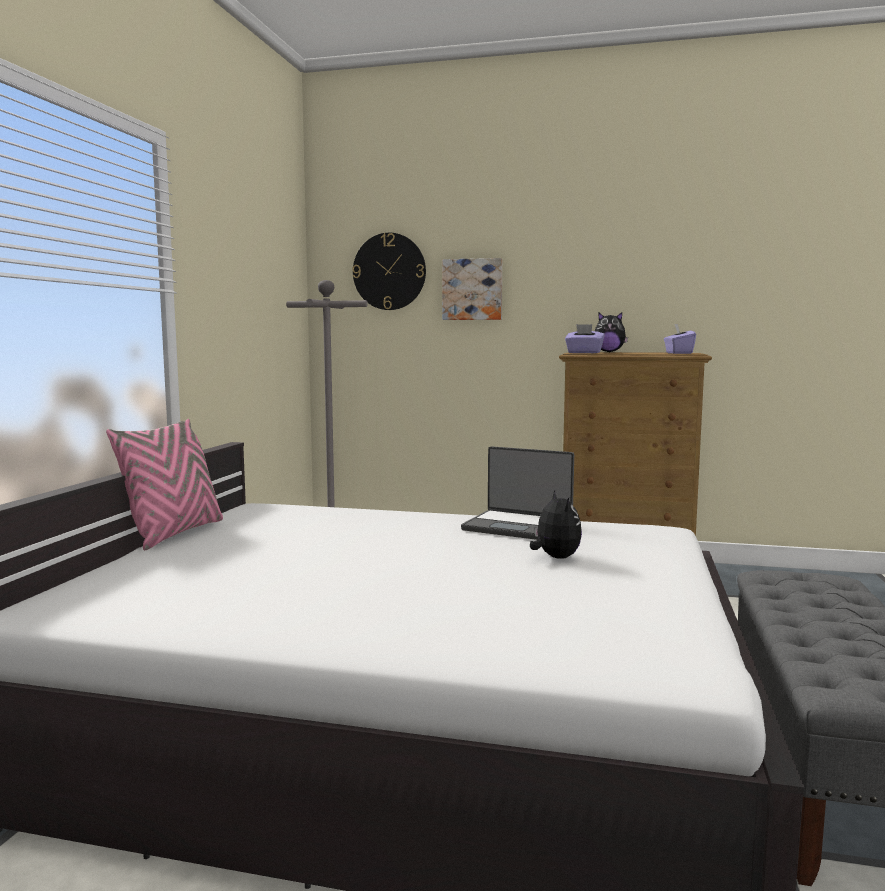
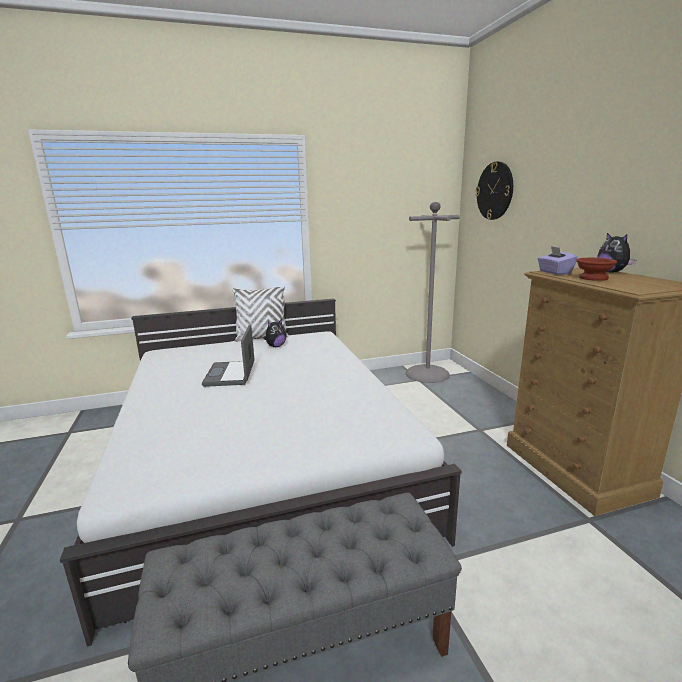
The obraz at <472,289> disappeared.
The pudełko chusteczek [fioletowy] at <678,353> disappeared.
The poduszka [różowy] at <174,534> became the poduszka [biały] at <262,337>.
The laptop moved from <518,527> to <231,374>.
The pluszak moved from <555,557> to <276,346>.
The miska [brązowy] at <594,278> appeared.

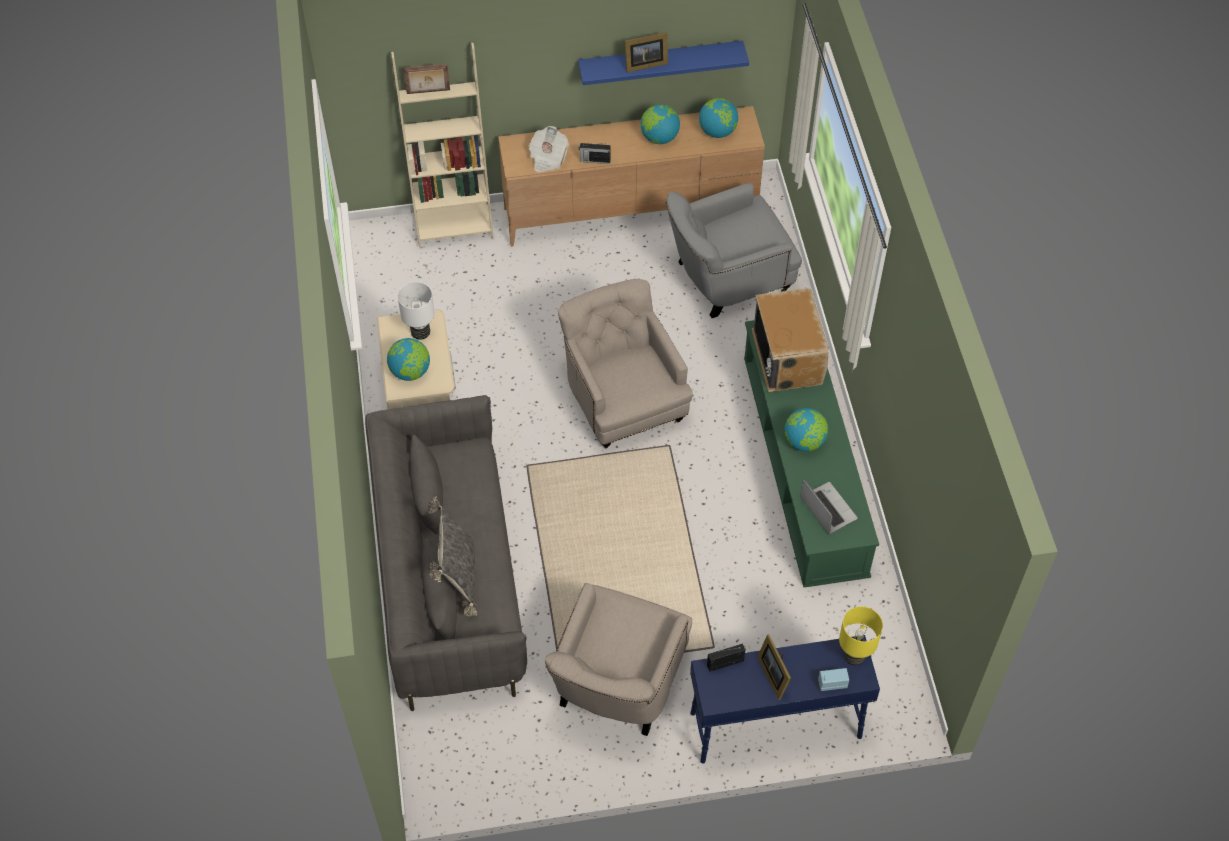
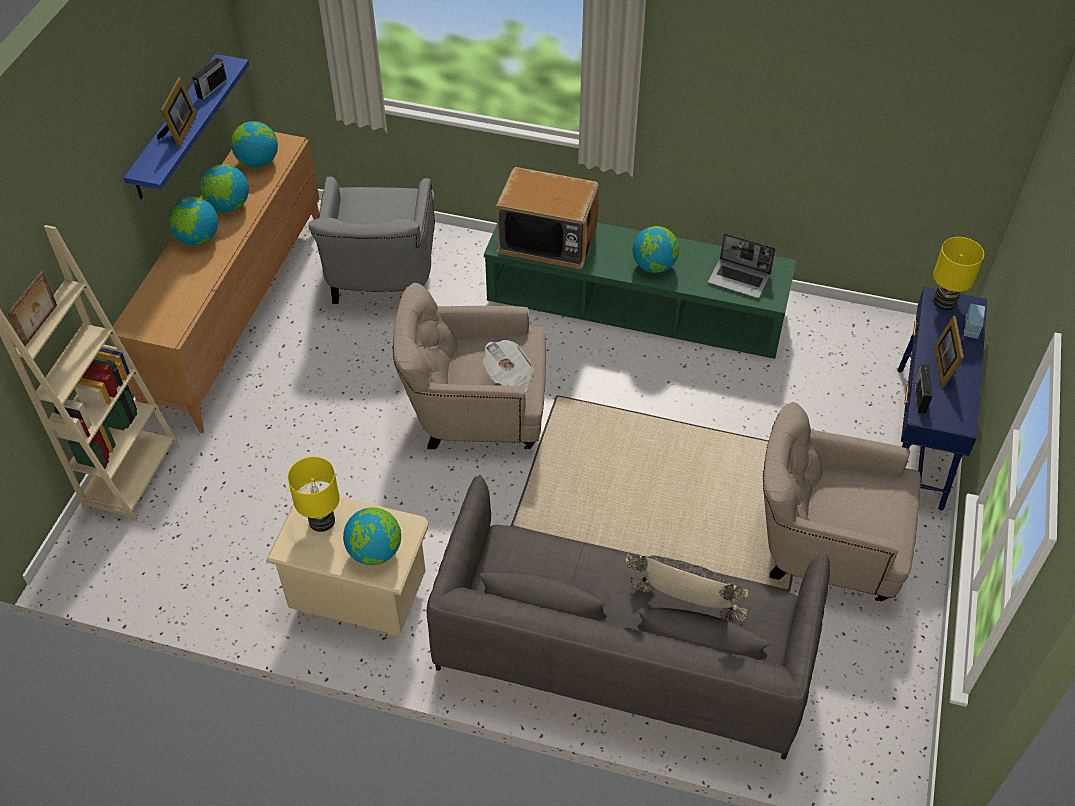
The gazeta moved from <547,158> to <509,376>.
The radio moved from <594,160> to <211,89>.
The lampa stołowa [biały] at <420,332> became the lampa stołowa [żółty] at <322,521>.
The laptop at <827,508> turned 150 degrees counterclockwise.
The fotel [beżowy] at <618,683> turned 150 degrees clockwise.
The ramka na zdjęcie at <774,674> turned 90 degrees clockwise.
The globus at <198,239> appeared.

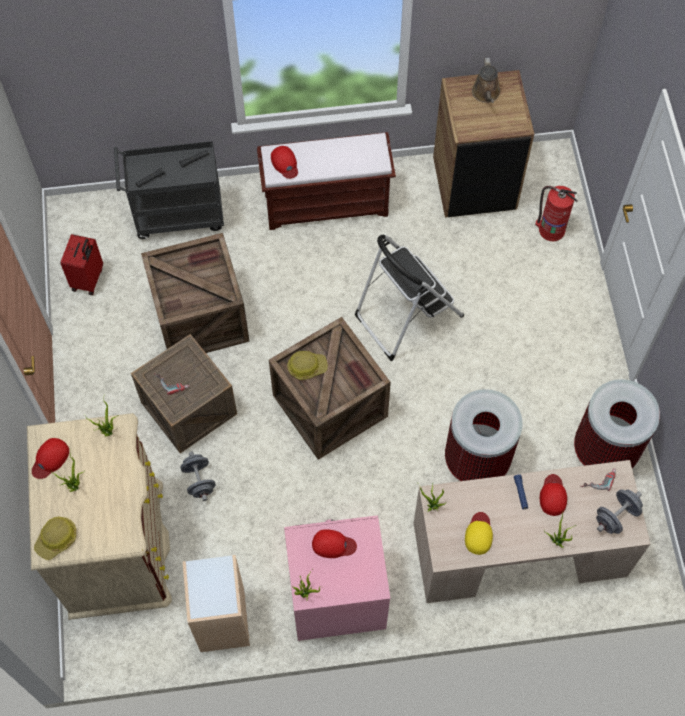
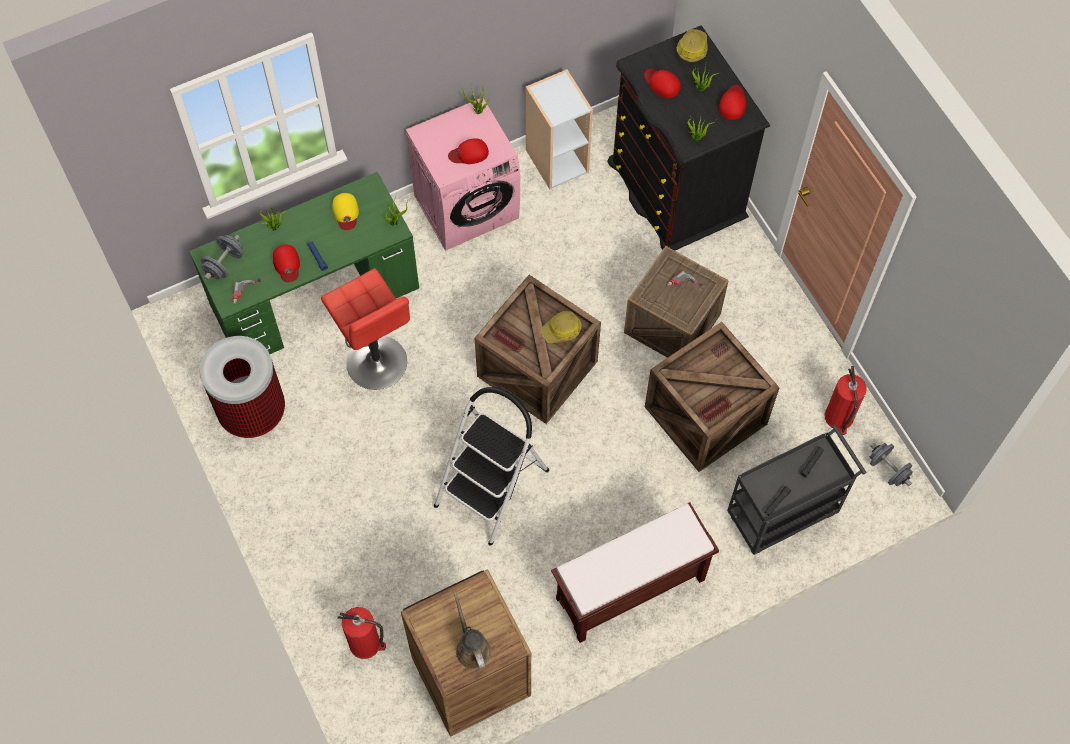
The czapka z daszkiem [czerwony] moved from <285,163> to <662,83>.
The walizka [czerwony] at <88,279> was replaced by the gaśnica at <839,417>.
The kosz na śmieci at <477,459> was replaced by the stołek [czerwony] at <376,363>.
The komoda [beżowy] at <116,546> became the komoda [czarny] at <676,188>.
The hantel [szary] moved from <199,481> to <888,470>.
The biurko [beżowy] at <518,548> became the biurko [zielony] at <315,296>.

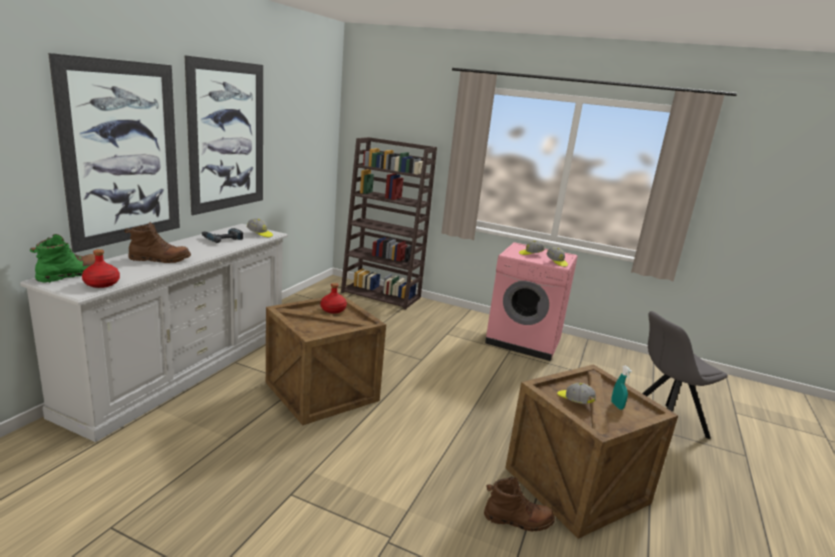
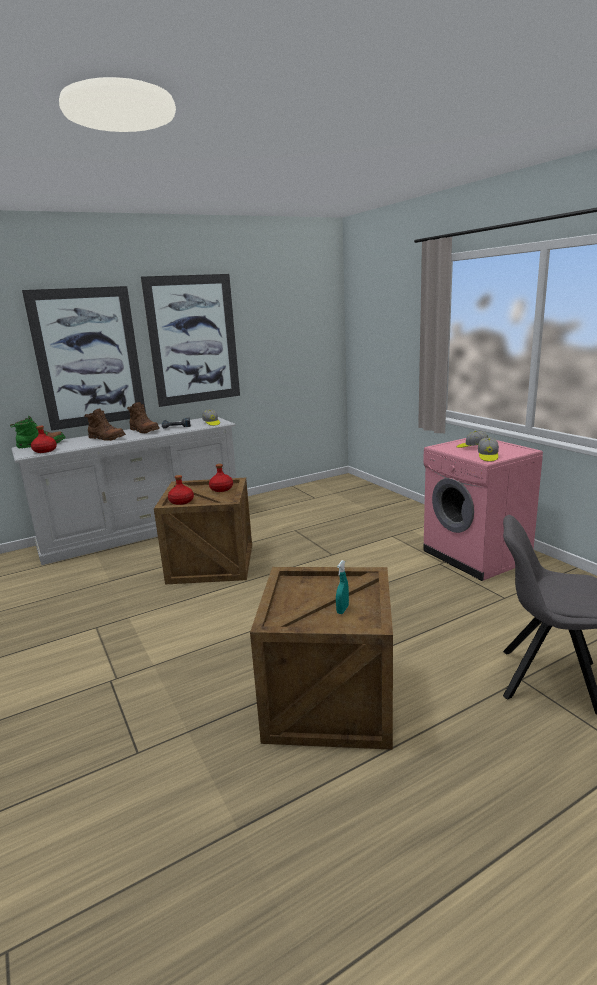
The regał [brązowy] at <382,295> disappeared.
The czapka z daszkiem at <574,401> disappeared.
The but z cholewką [brązowy] moved from <518,520> to <144,431>.
The butelka [czerwony] at <181,502> appeared.

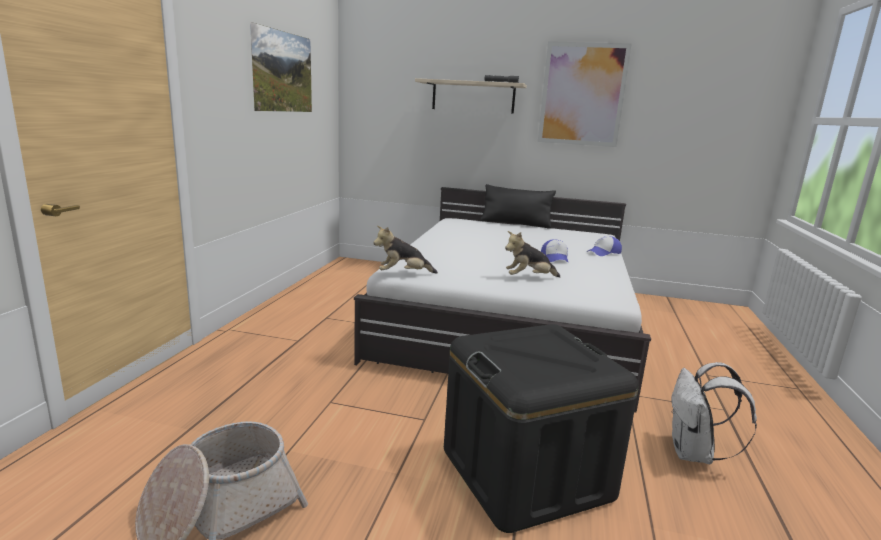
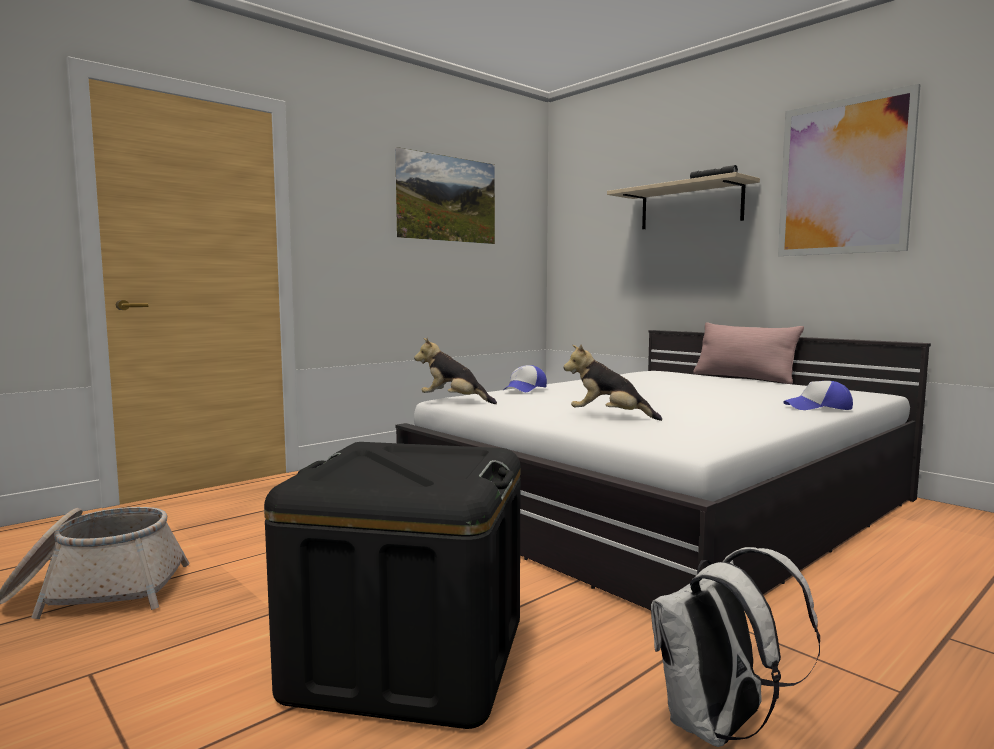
The poduszka [czarny] at <515,224> became the poduszka [różowy] at <743,378>.
The czapka z daszkiem moved from <555,258> to <525,389>.

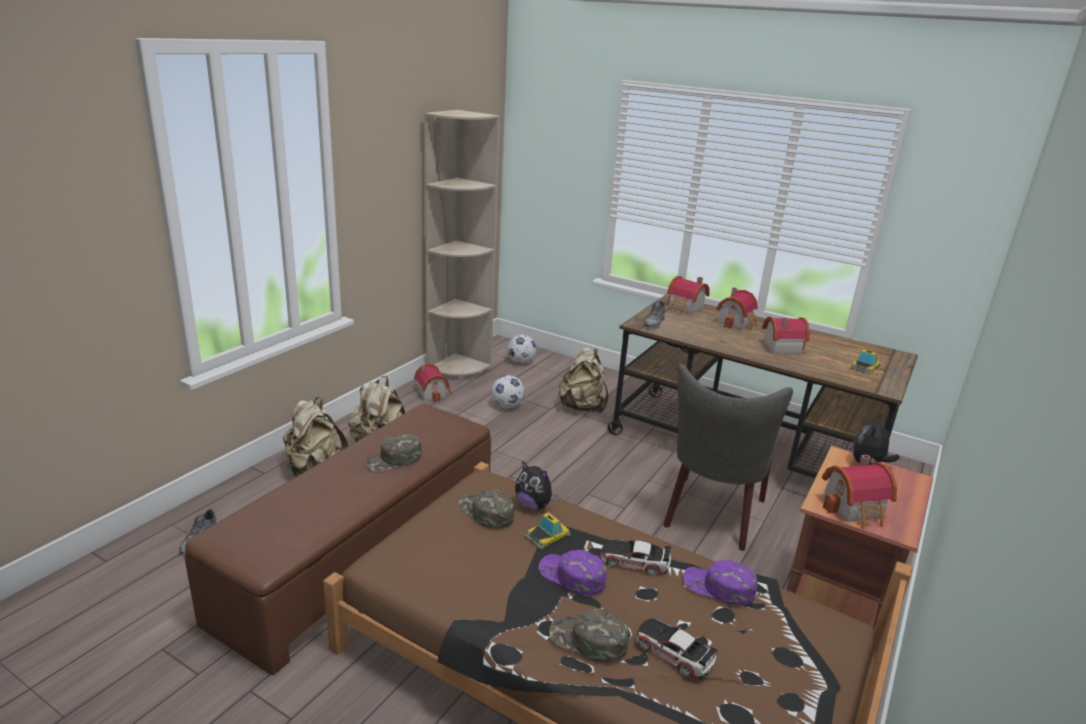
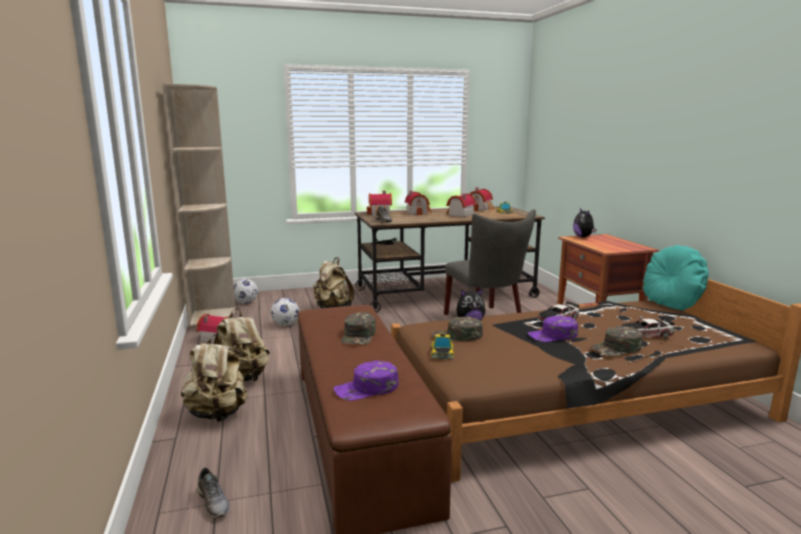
The domek moved from <856,509> to <481,209>.
The samochodzik moved from <547,536> to <442,352>.
The czapka z daszkiem [fioletowy] moved from <718,587> to <366,388>.
The poduszka [turkusowy] at <671,305> appeared.

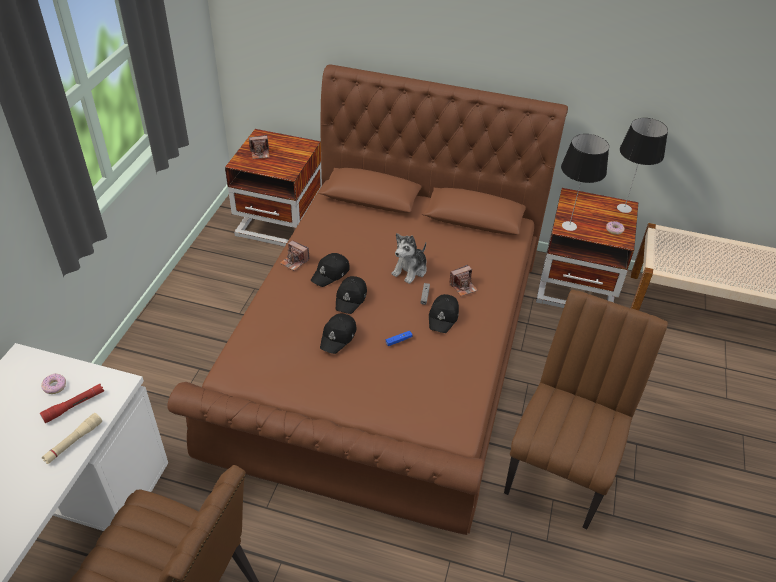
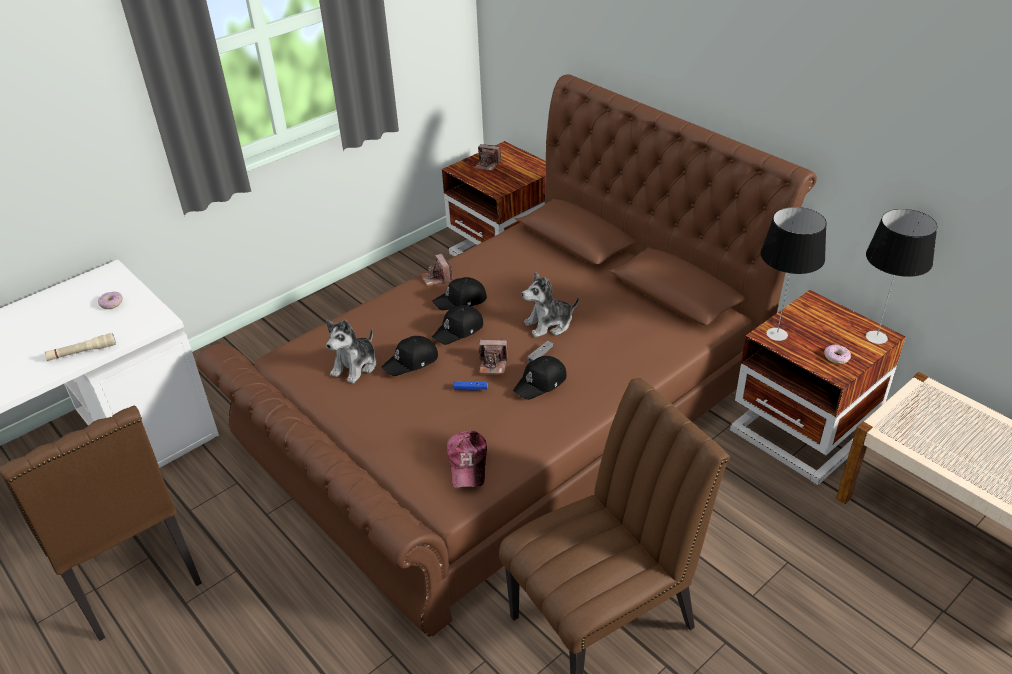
The aparat fotograficzny moved from <463,286> to <493,364>.
The latarka [czerwony] at <74,406> disappeared.
The pluszak at <355,366> appeared.
The czapka z daszkiem at <468,463> appeared.

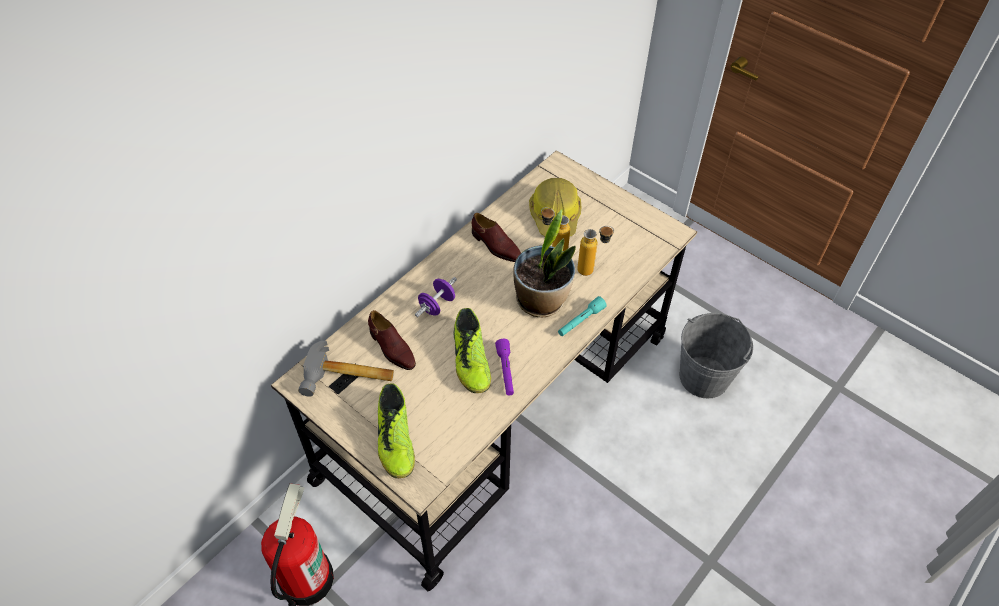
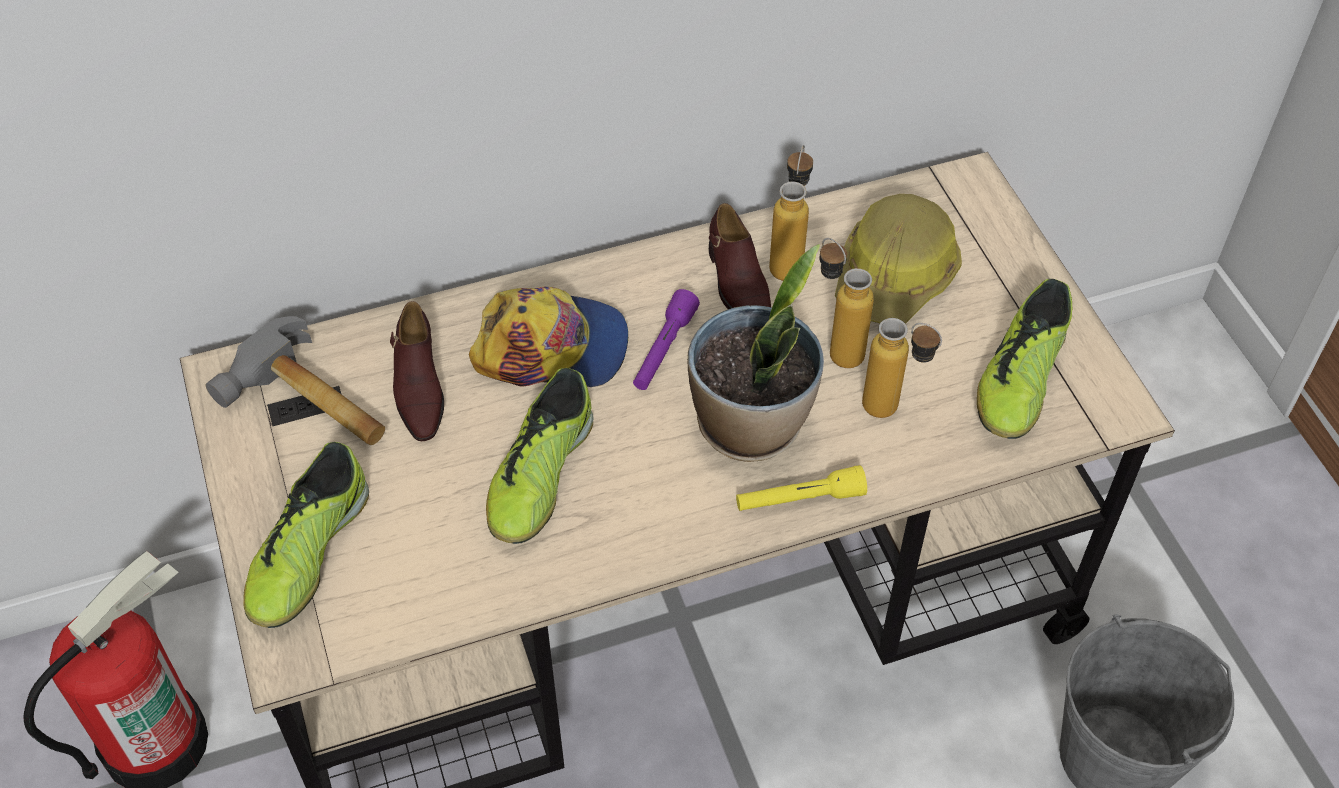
The hantel [fioletowy] at <437,305> was replaced by the czapka z daszkiem at <552,347>.
The latarka [turkusowy] at <580,321> became the latarka [żółty] at <799,499>.
The latarka [fioletowy] moved from <505,371> to <664,350>.
The butelka at <788,260> appeared.
The but at <1019,379> appeared.

